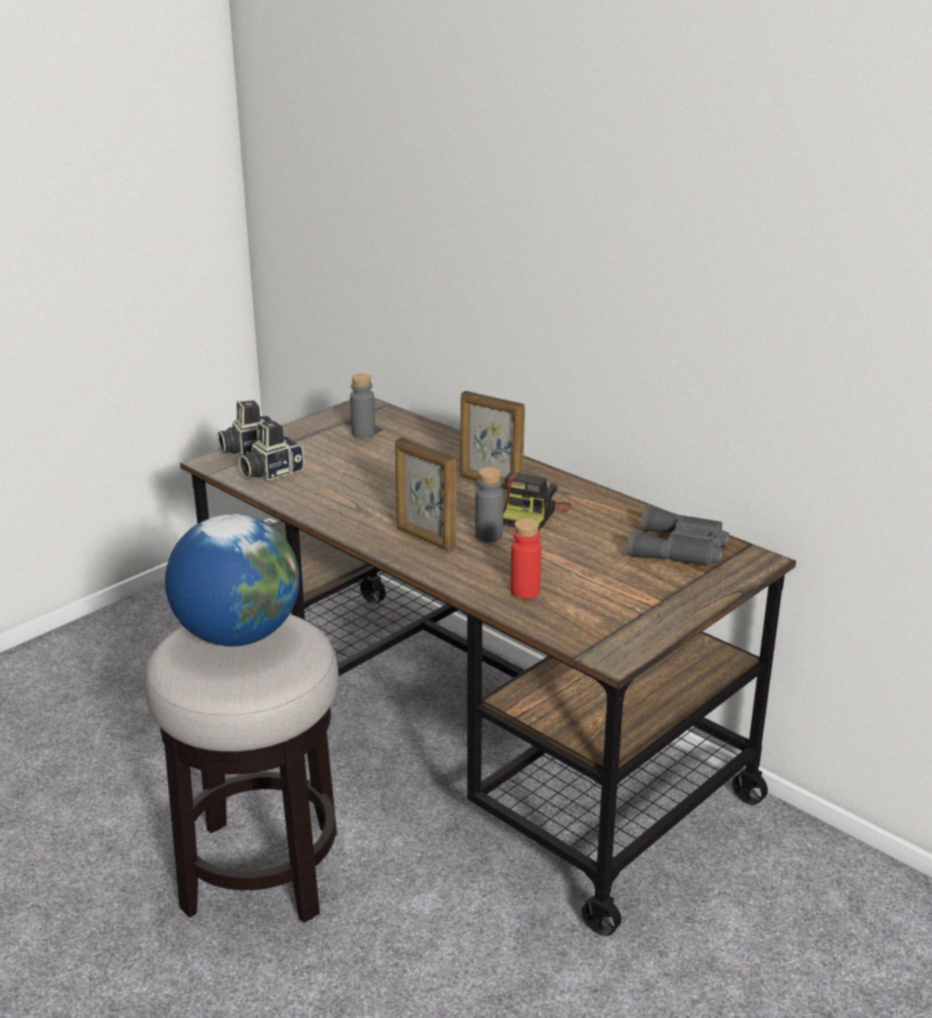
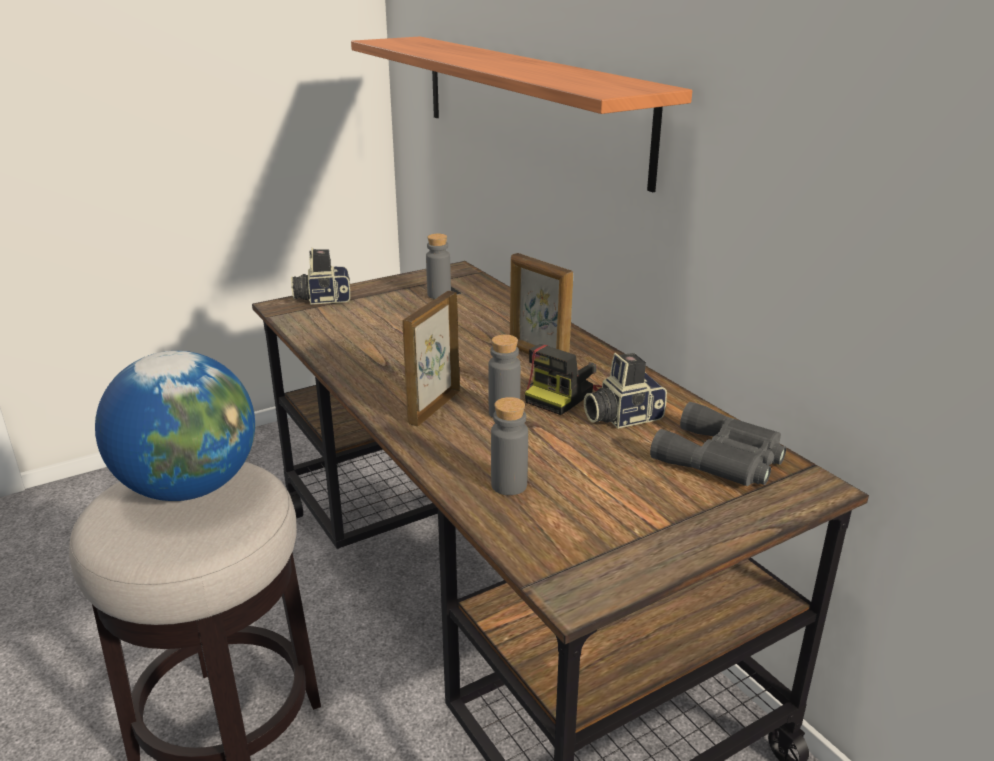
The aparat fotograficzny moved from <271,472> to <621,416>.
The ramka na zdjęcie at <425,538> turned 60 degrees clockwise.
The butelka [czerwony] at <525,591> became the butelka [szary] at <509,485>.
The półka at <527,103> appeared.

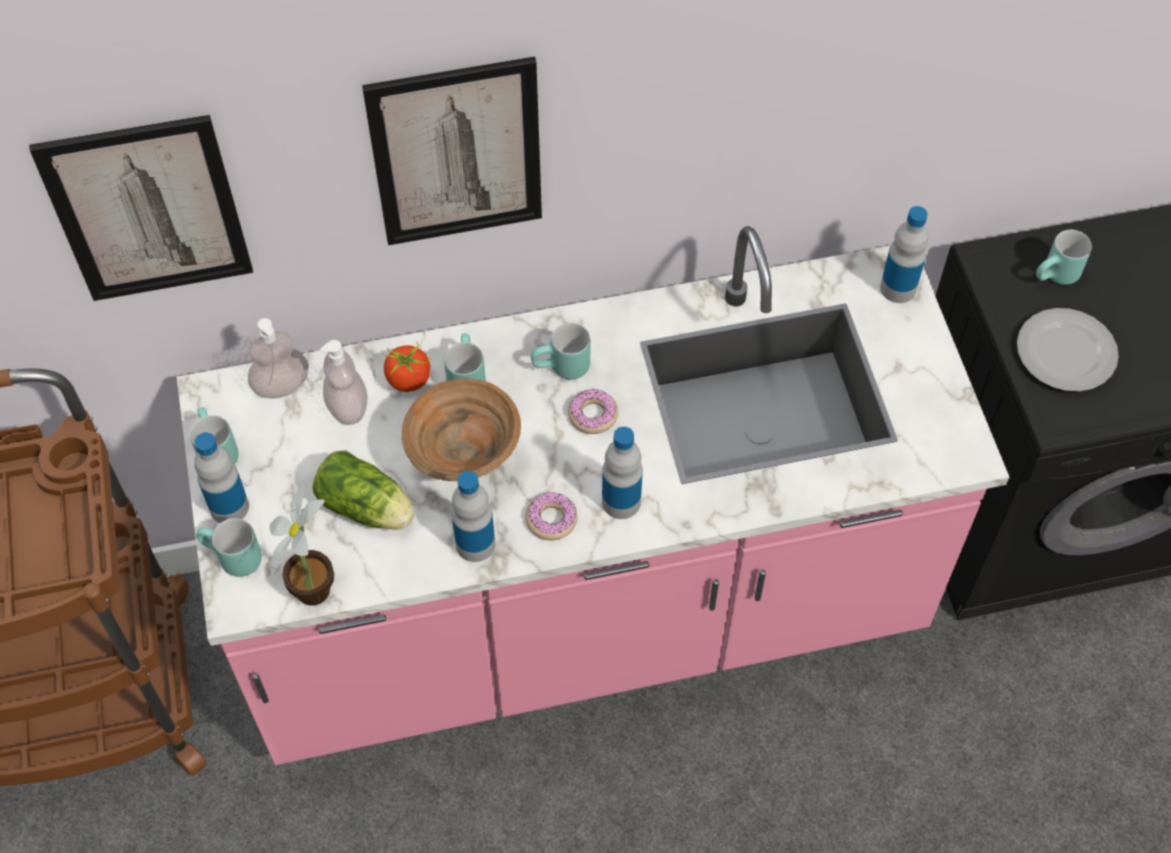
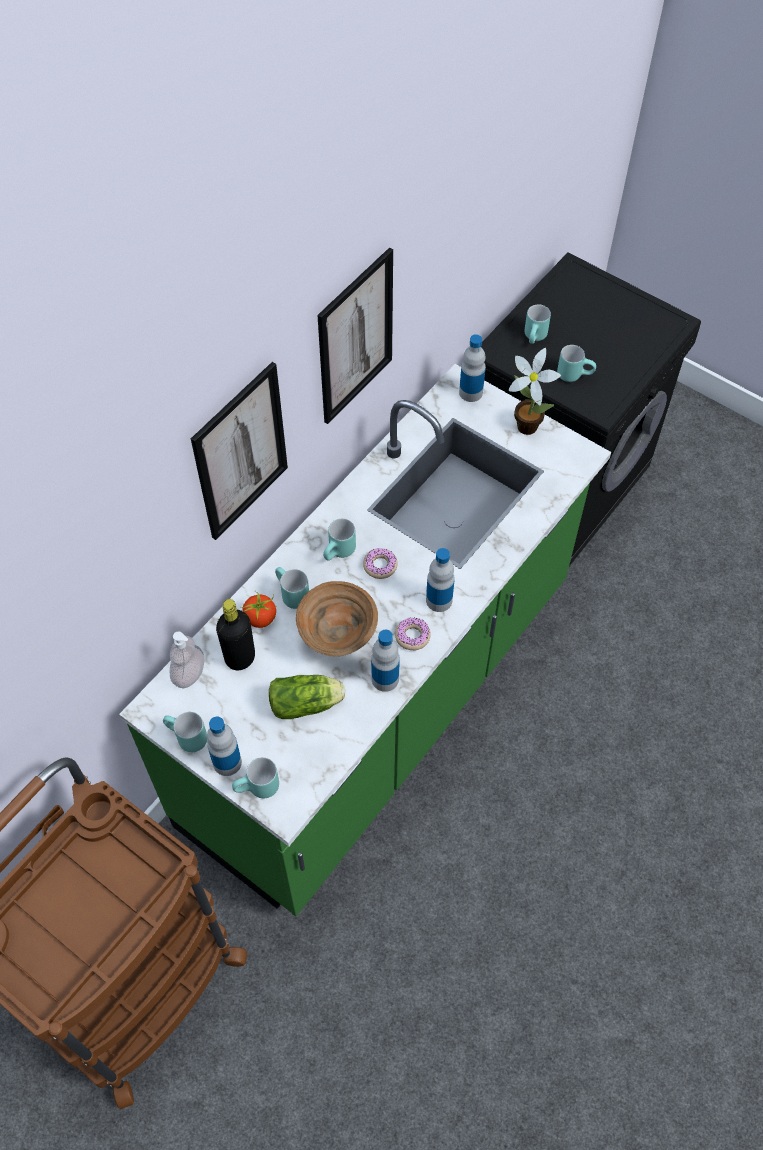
The obraz moved from <148,210> to <355,338>.
The zabudowa kuchenna [różowy] at <585,616> became the zabudowa kuchenna [zielony] at <381,706>.
The talerz at <1064,353> was replaced by the kubek [turkusowy] at <574,374>.
The dozownik mydła at <347,406> was replaced by the butelka [czarny] at <240,657>.
The roślina doniczkowa moved from <315,585> to <525,424>.

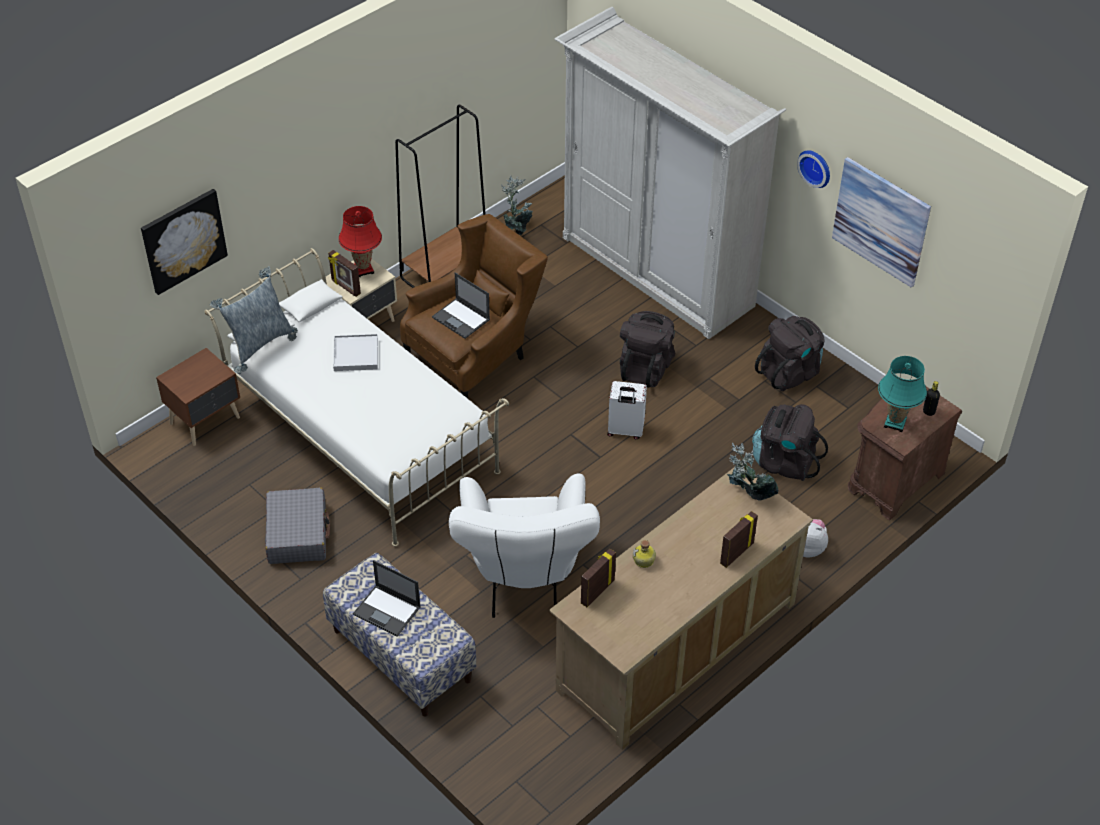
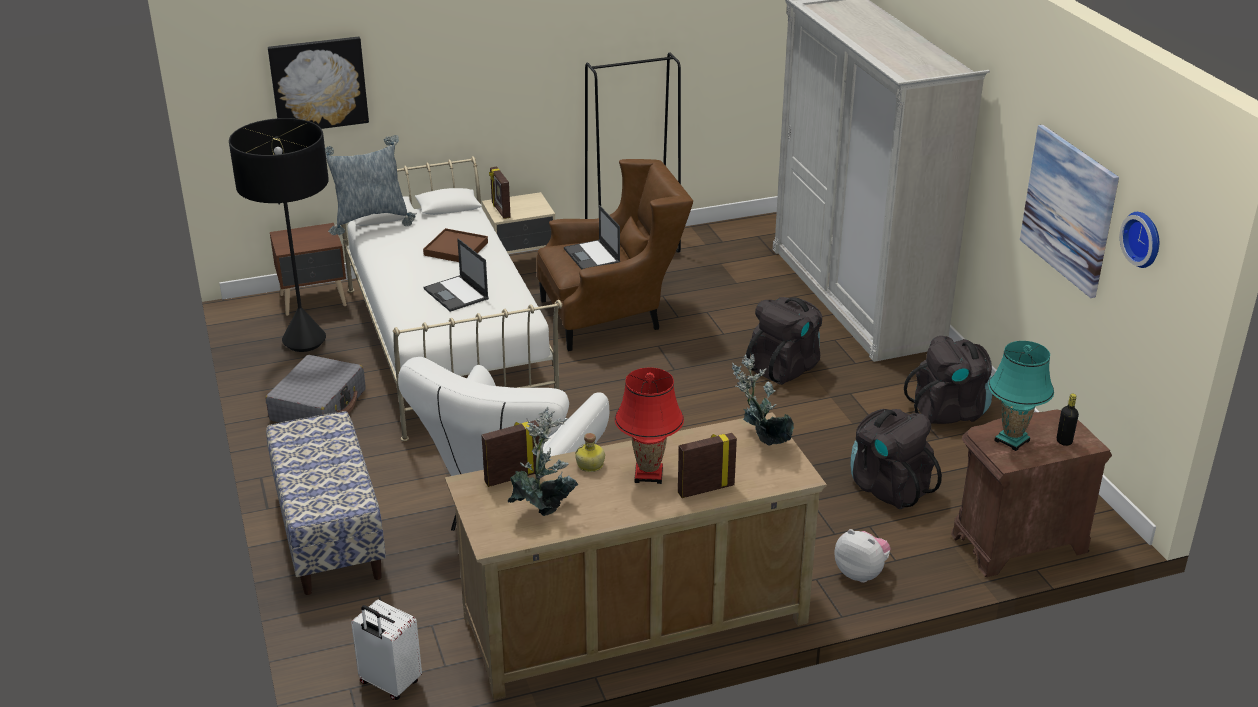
The zegar ścienny moved from <816,167> to <1144,238>.
The roślina doniczkowa moved from <516,230> to <543,507>.
The lampa stołowa [czerwony] moved from <363,270> to <649,475>.
The taca [biały] at <355,354> became the taca [brązowy] at <456,249>.
The walizka [biały] moved from <625,431> to <389,684>.
The laptop moved from <387,611> to <456,294>.
The lampa stojąca [czarny] at <304,343> appeared.

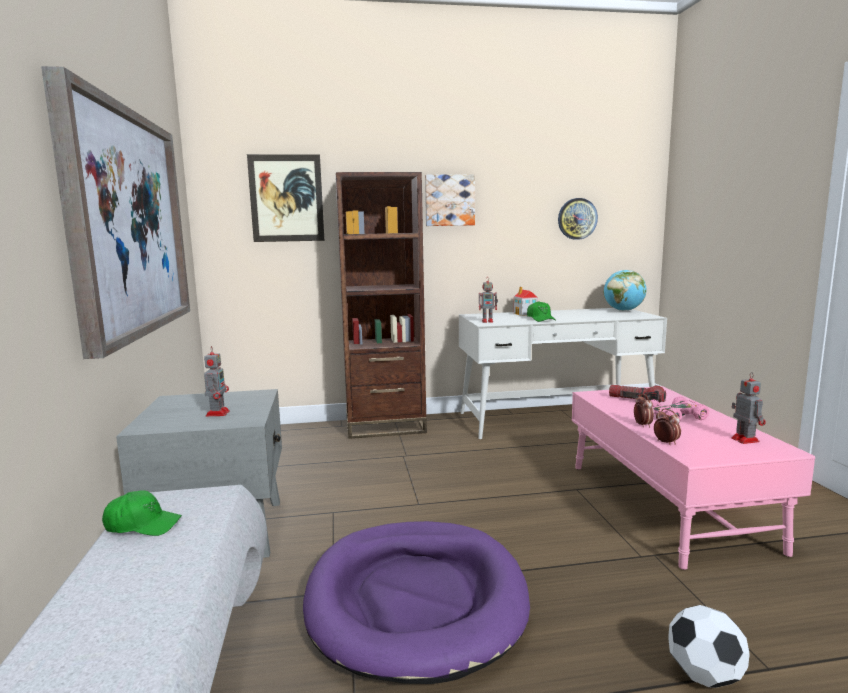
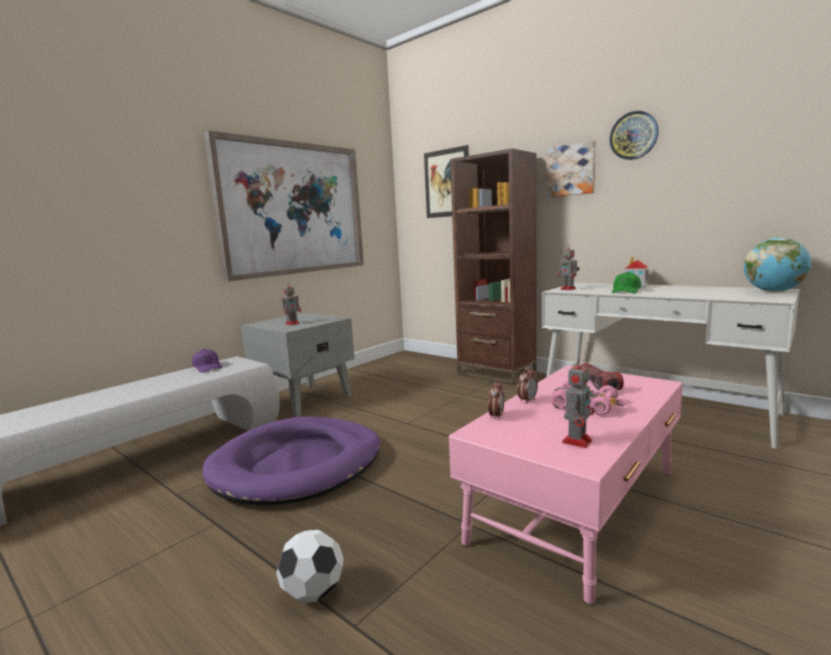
The zegar ścienny moved from <577,218> to <633,135>.
The czapka z daszkiem [zielony] at <142,525> became the czapka z daszkiem [fioletowy] at <207,367>.

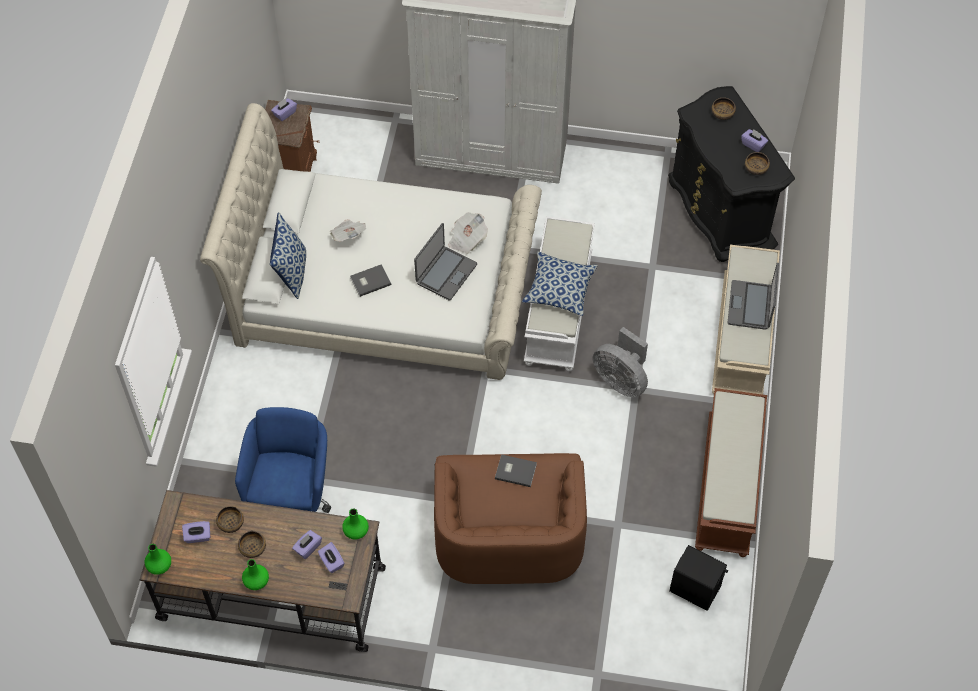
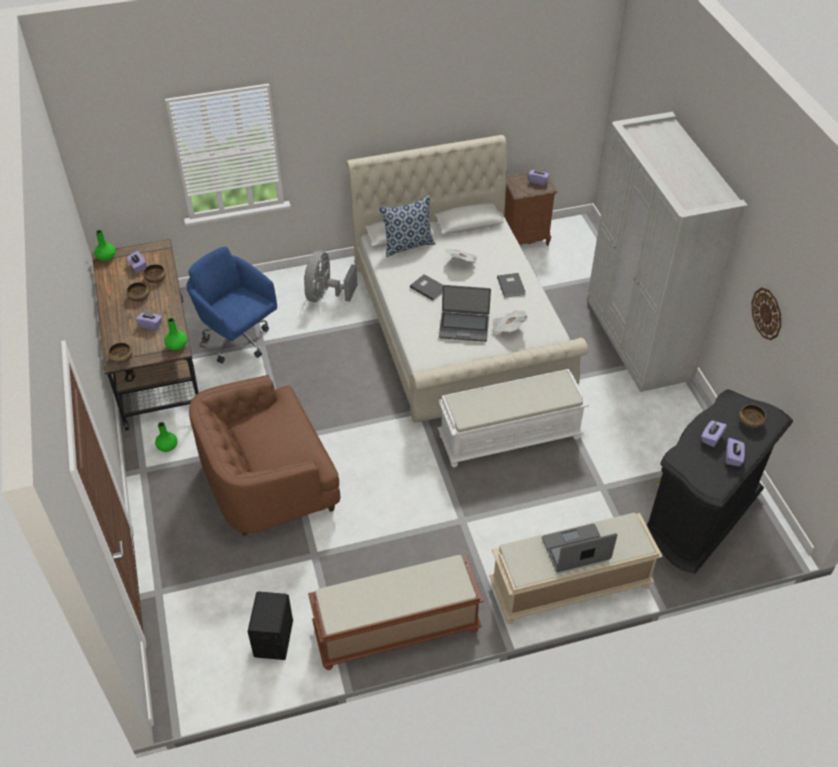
The miska moved from <756,168> to <121,358>.
The poduszka at <559,289> disappeared.
The wentylator [szary] moved from <621,380> to <326,295>.
The krzesło biurowe [niebieski] at <292,500> turned 120 degrees counterclockwise.
The książka [szary] moved from <515,470> to <511,285>.
The pudełko chusteczek [fioletowy] moved from <331,562> to <711,438>.
The wazon [zielony] moved from <256,581> to <168,447>.
The zegar ścienny at <767,313> appeared.

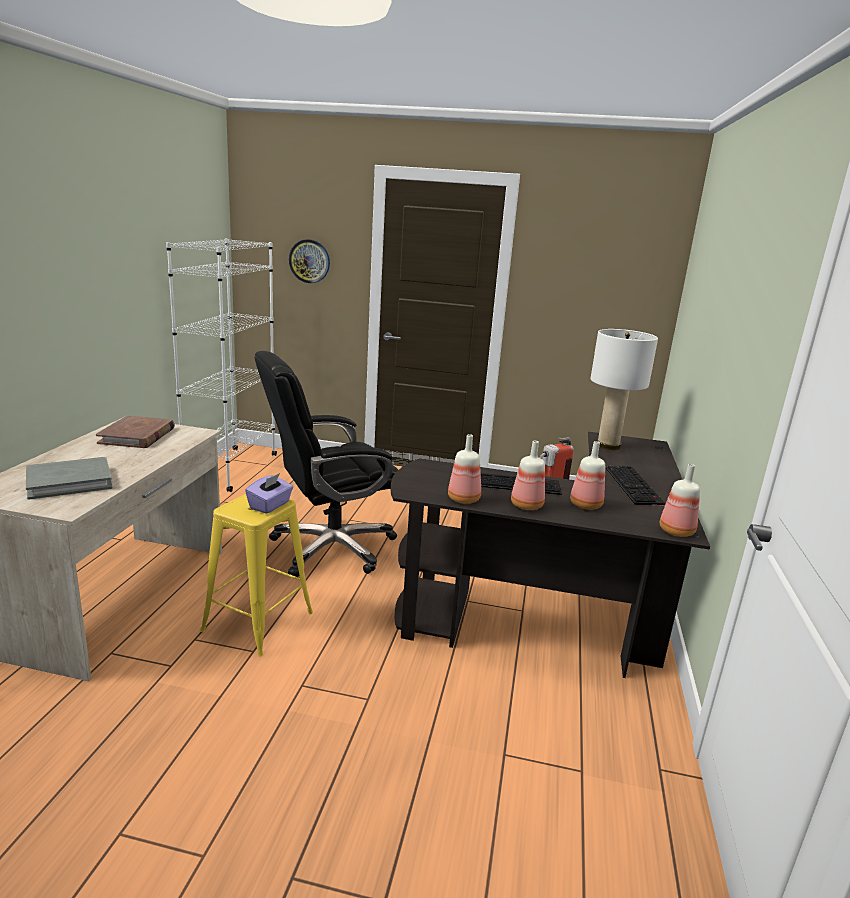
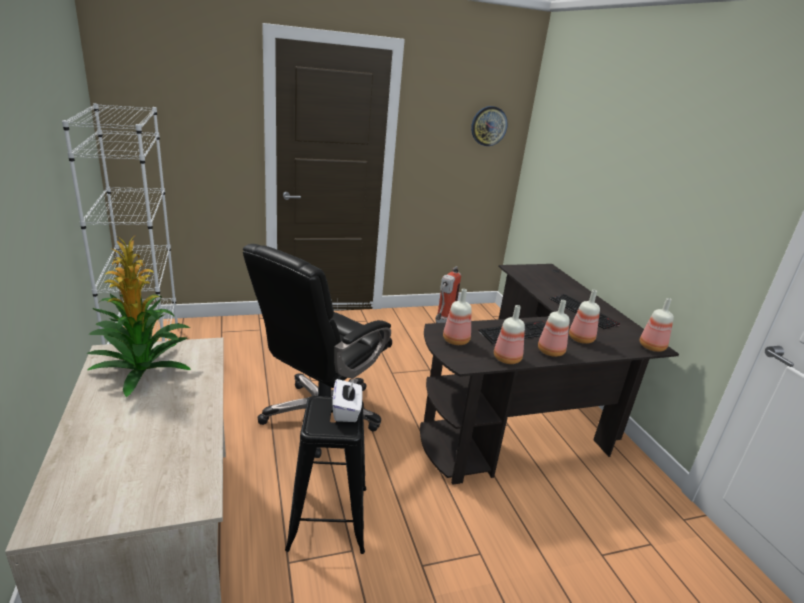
The zegar ścienny moved from <309,261> to <488,126>.
The lampa stołowa [biały] at <608,445> disappeared.
The książka [brązowy] at <137,436> was replaced by the roślina doniczkowa at <143,369>.
The książka [szary] at <69,481> disappeared.
The pudełko chusteczek [fioletowy] at <270,505> became the pudełko chusteczek [biały] at <346,411>.
The stołek [żółty] at <258,621> became the stołek [czarny] at <328,517>.
The butelka at <455,340> appeared.

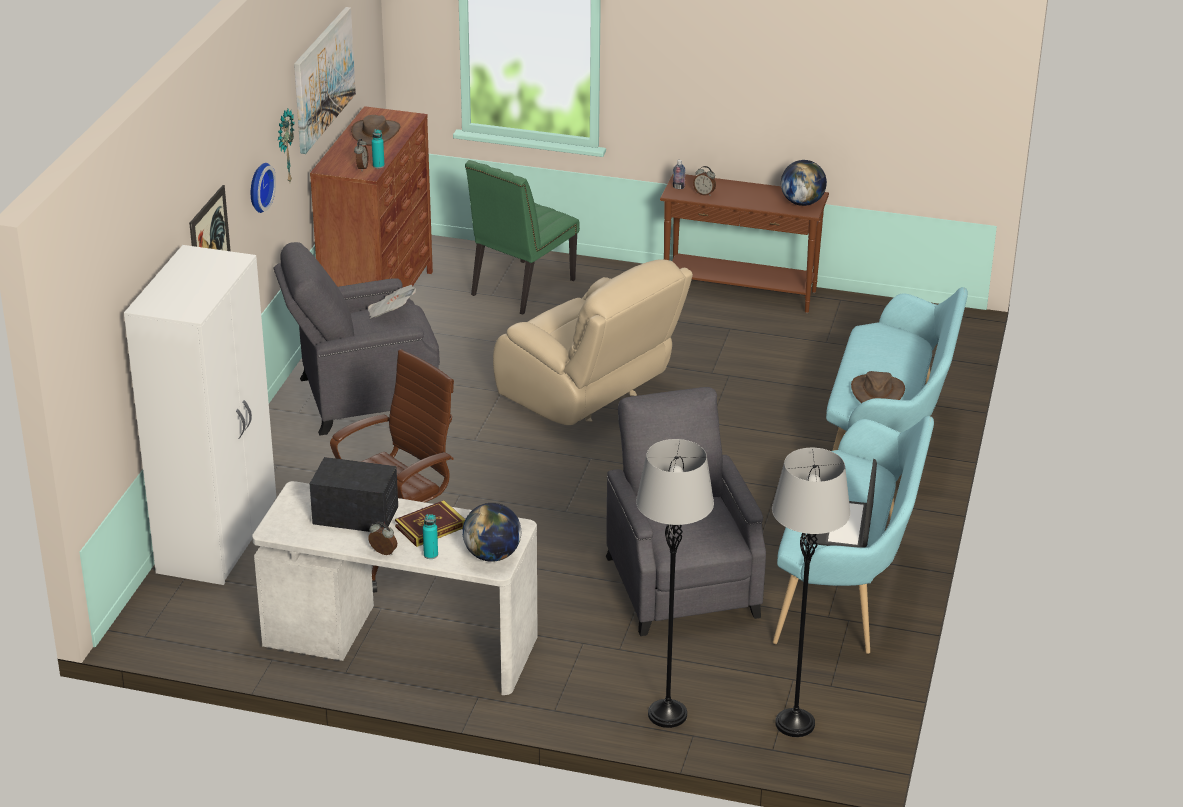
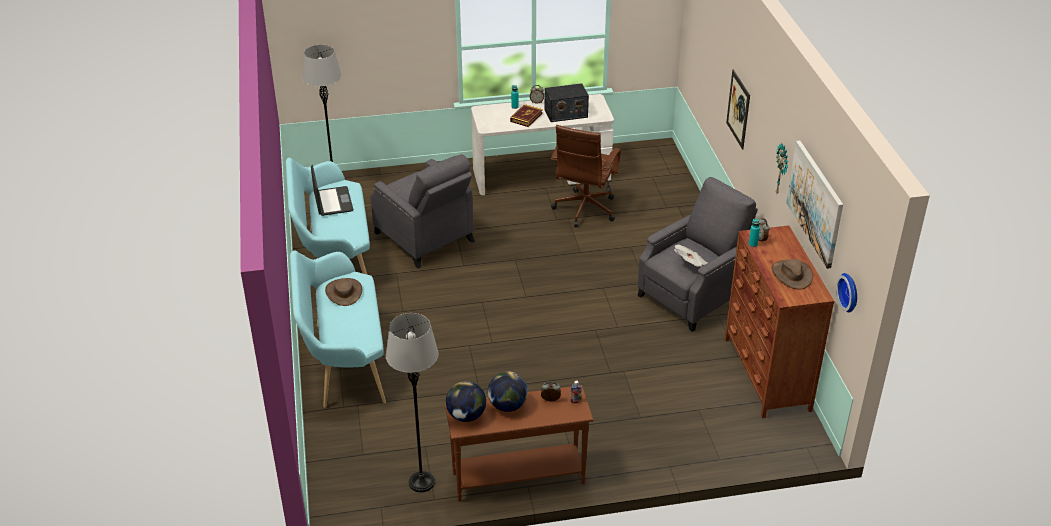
The krzesło [zielony] at <523,287> disappeared.
The zegar ścienny moved from <258,187> to <850,292>.
The szafa [biały] at <219,540> disappeared.
The fotel [beżowy] at <590,396> disappeared.
The lampa stojąca [szary] moved from <667,714> to <421,482>.
The globus moved from <492,555> to <507,406>.

